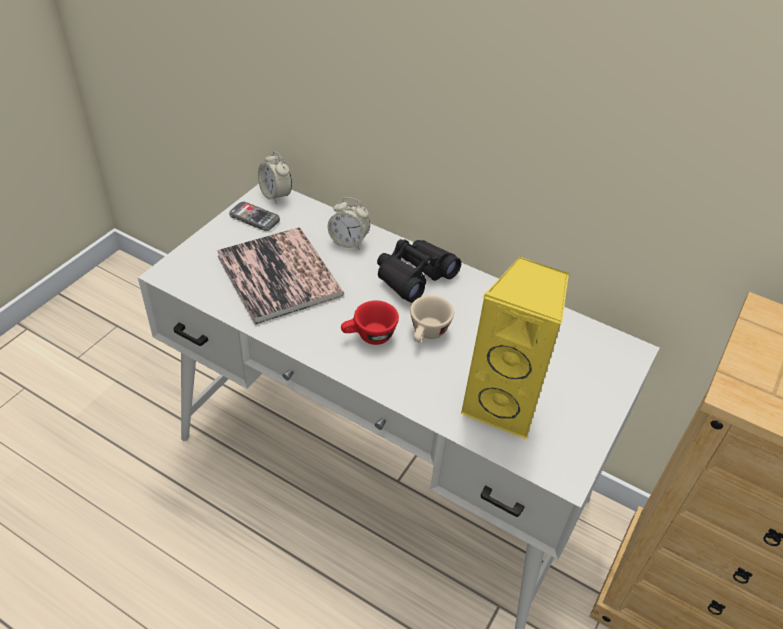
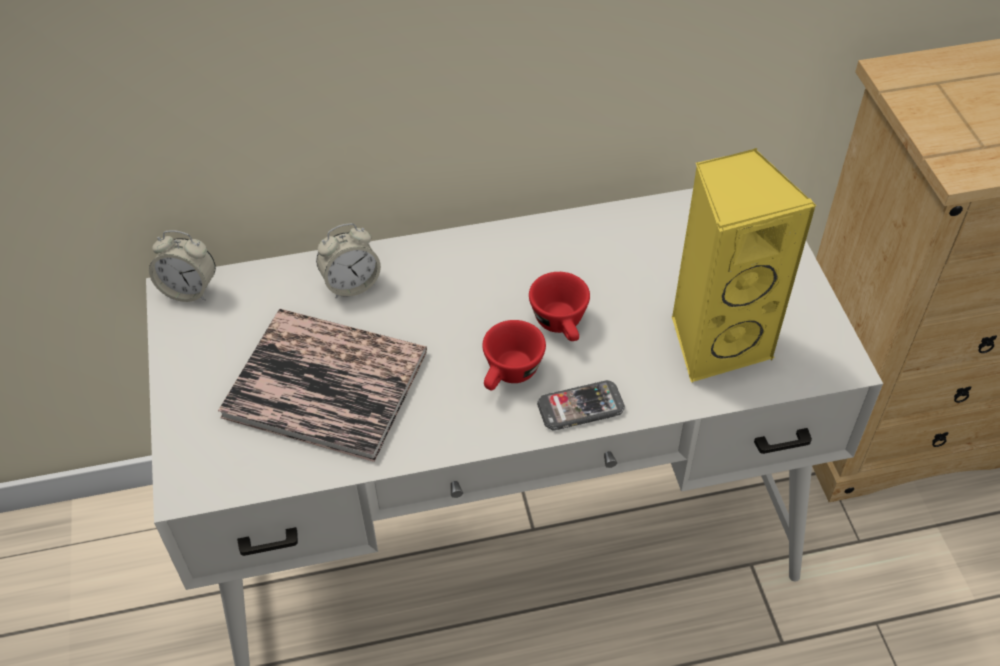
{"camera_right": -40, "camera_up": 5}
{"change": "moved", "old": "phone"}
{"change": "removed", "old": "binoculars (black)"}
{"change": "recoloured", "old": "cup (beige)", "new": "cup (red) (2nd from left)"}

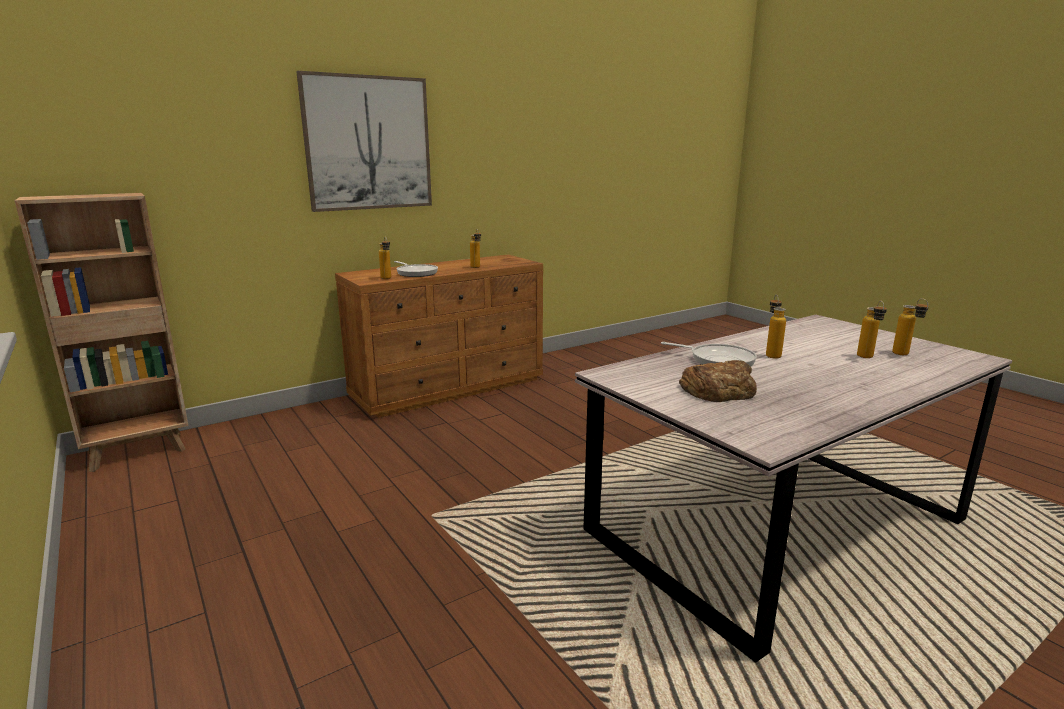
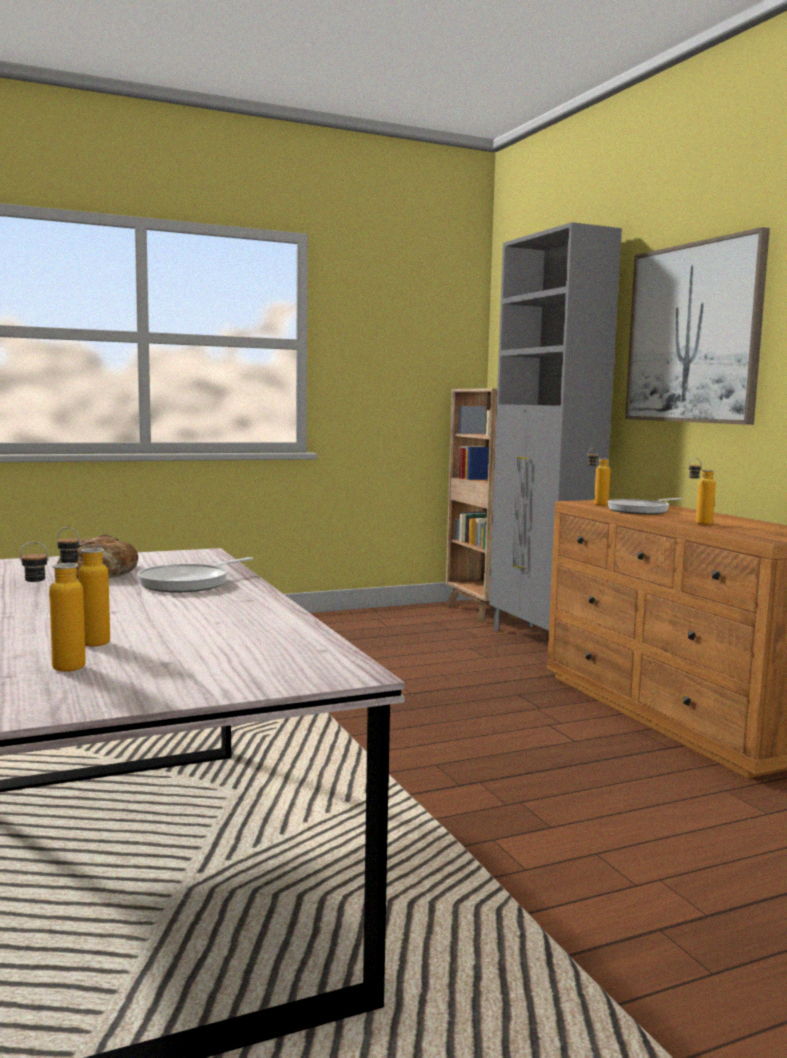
{"camera_right": 100, "camera_up": -10}
{"change": "removed", "old": "bottle (3rd from left)"}
{"change": "added", "new": "cabinet (grey)"}

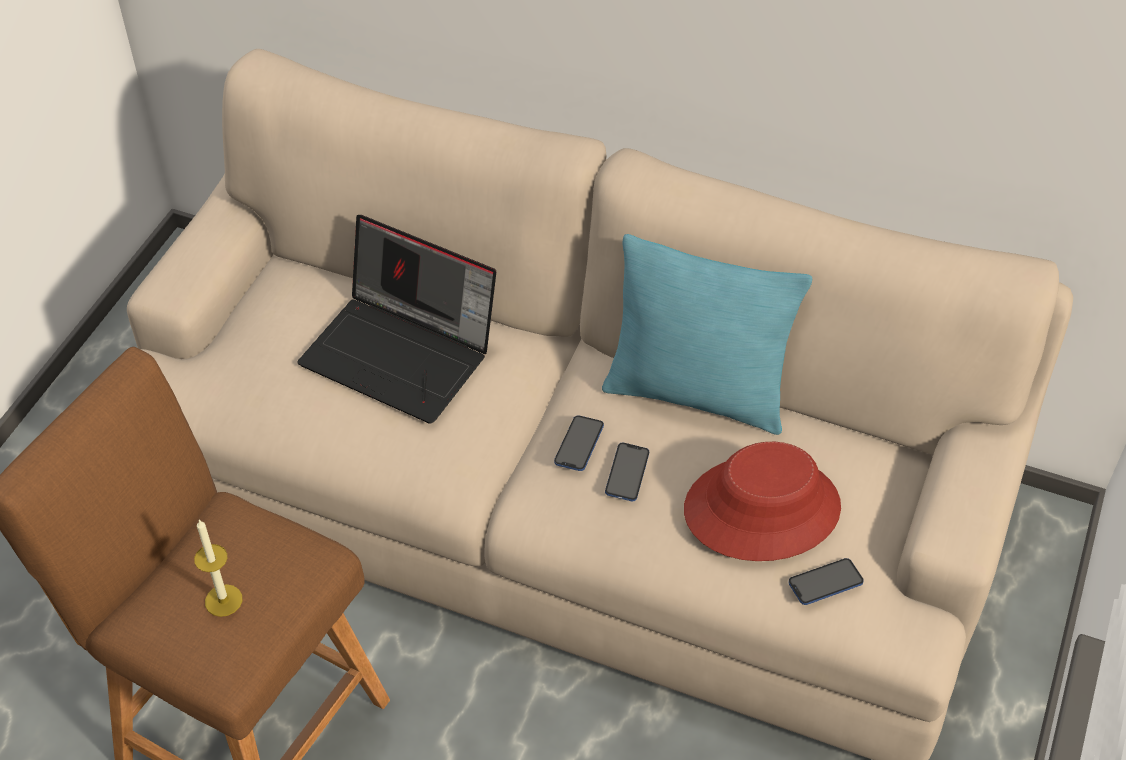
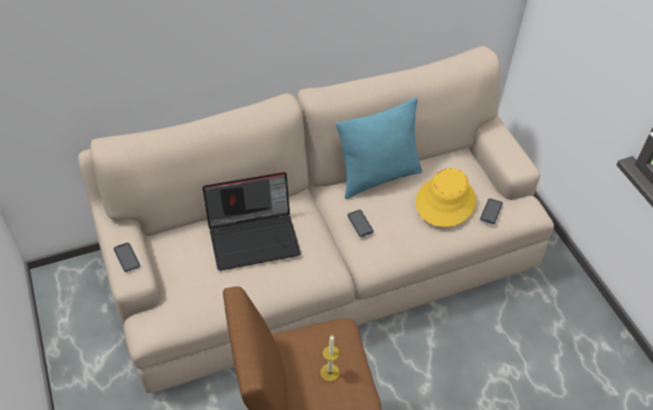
{"camera_right": -45, "camera_up": 0}
{"change": "moved", "old": "phone (2nd from left in the first image)", "new": "phone (1st from left)"}
{"change": "recoloured", "old": "hat (red)", "new": "hat (yellow)"}

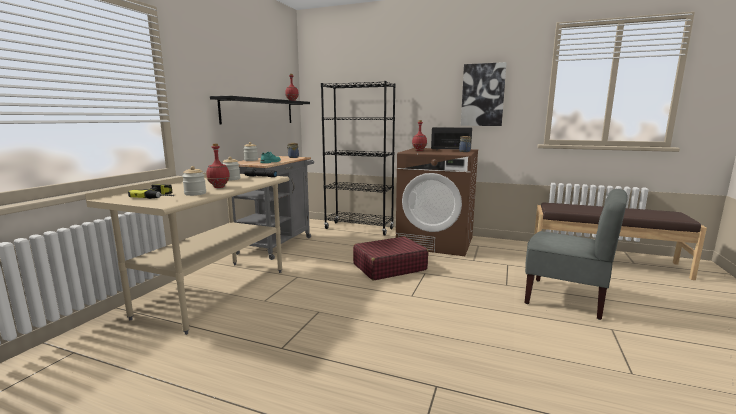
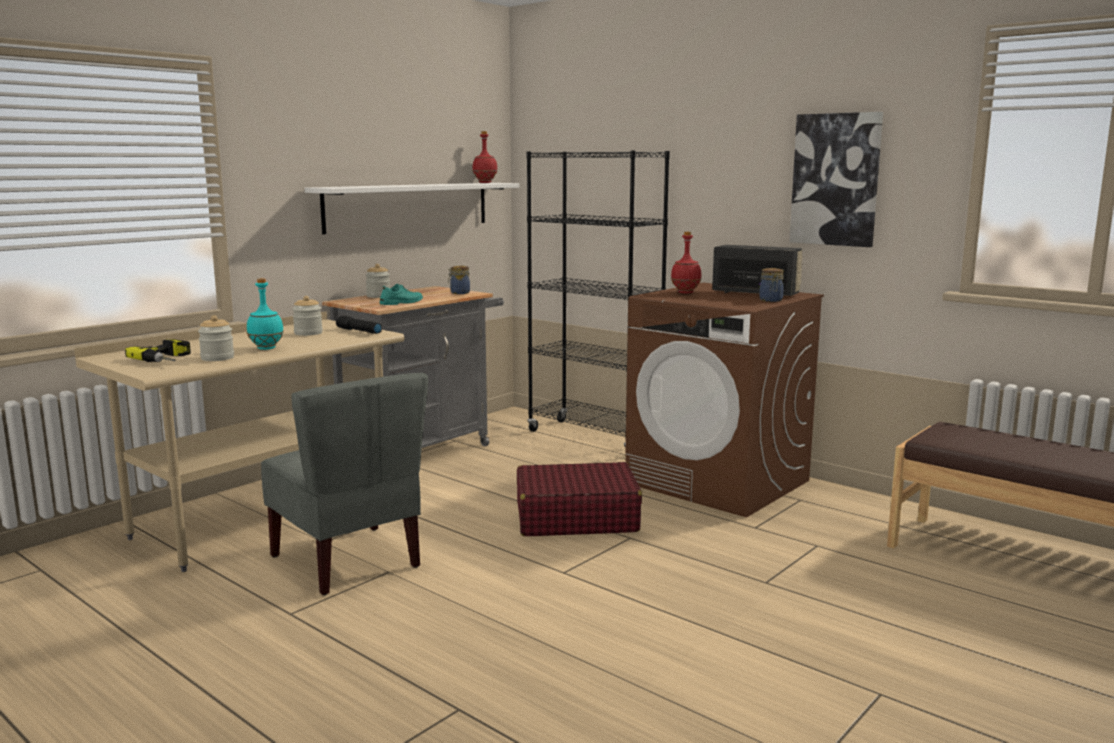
{"camera_right": 20, "camera_up": 0}
{"change": "recoloured", "old": "bottle (red) (1st from left)", "new": "bottle (turquoise)"}
{"change": "recoloured", "old": "shelf (black)", "new": "shelf (white)"}
{"change": "moved", "old": "chair (grey)"}

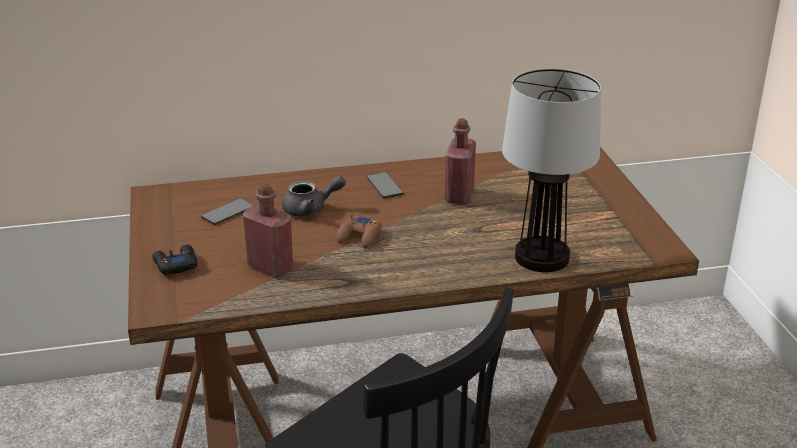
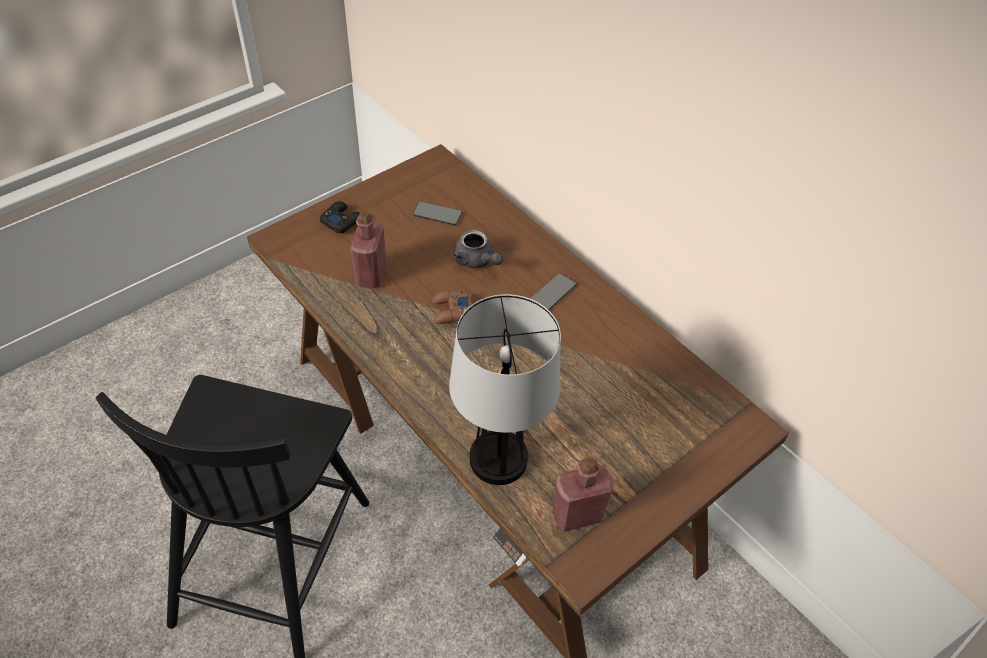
{"camera_right": 60, "camera_up": 20}
{"change": "moved", "old": "bottle (red) (2nd from left)"}

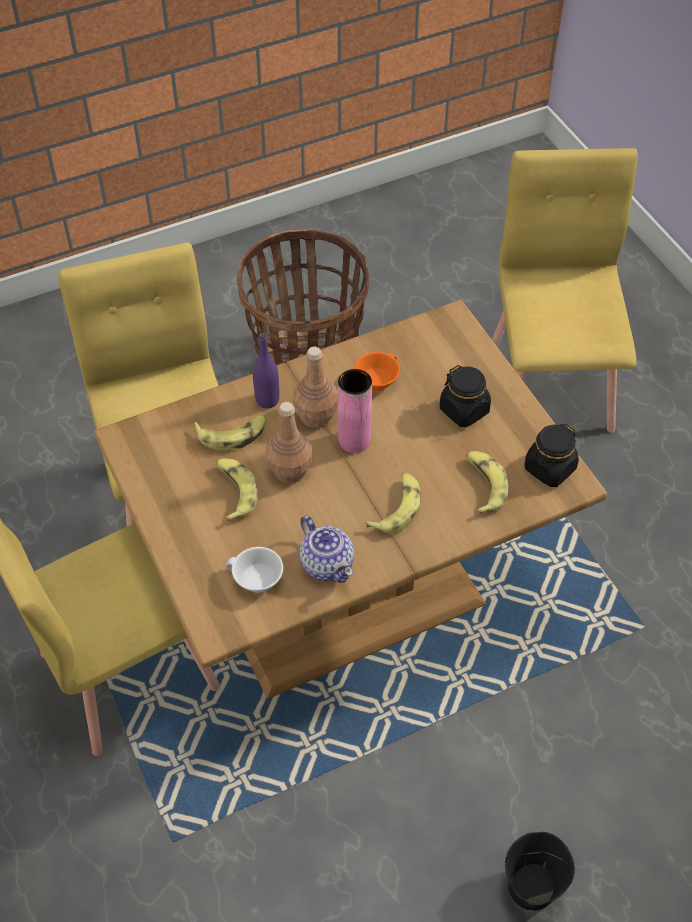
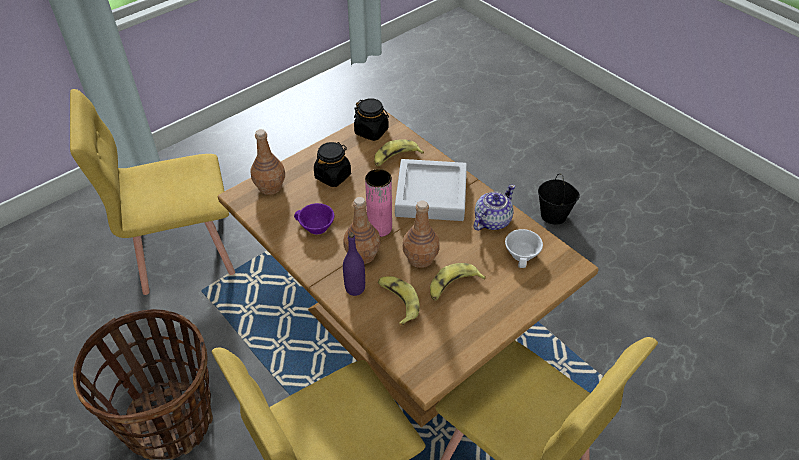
{"camera_right": -105, "camera_up": -5}
{"change": "recoloured", "old": "cup (orange)", "new": "cup (purple)"}
{"change": "replaced", "old": "banana (3rd from left)", "new": "tray (grey)"}
{"change": "added", "new": "bottle (brown) (1st from left)"}

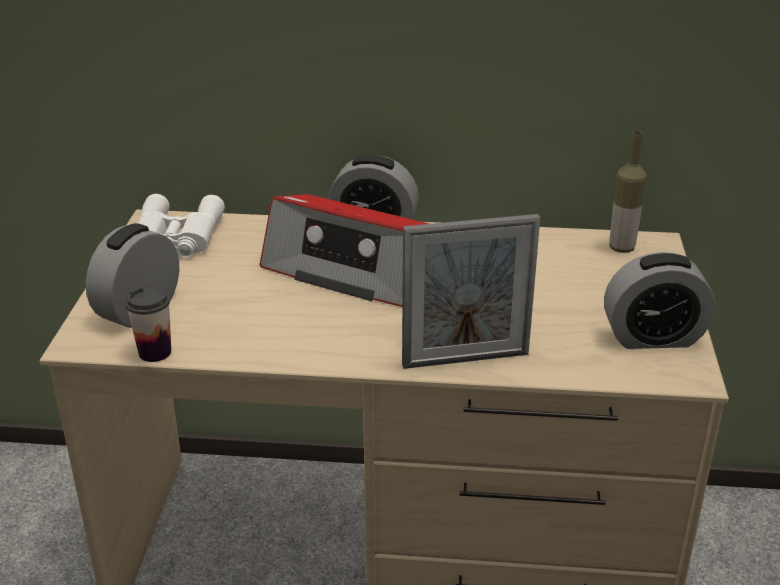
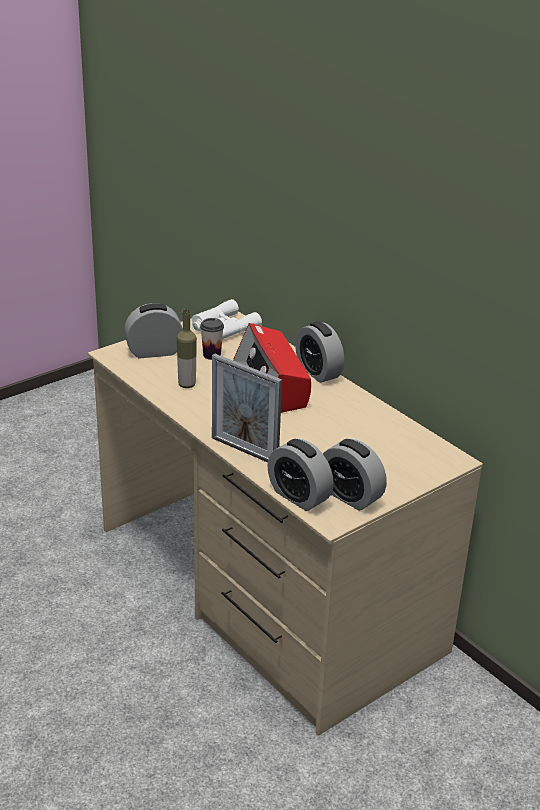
{"camera_right": 45, "camera_up": 0}
{"change": "moved", "old": "cup"}
{"change": "moved", "old": "bottle"}
{"change": "added", "new": "alarm clock (2nd from left)"}

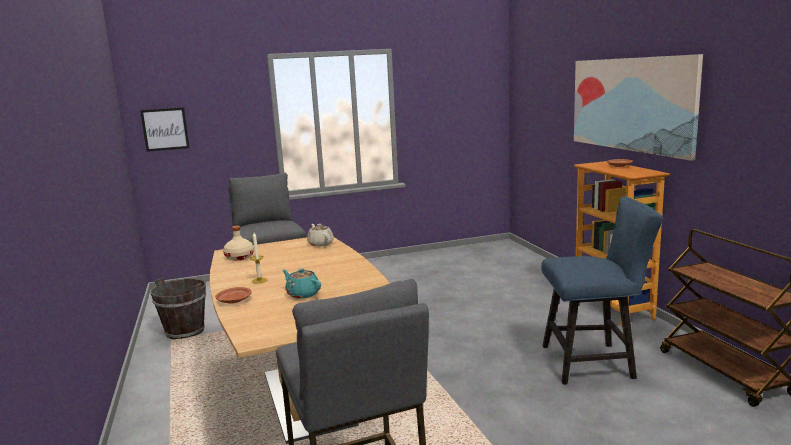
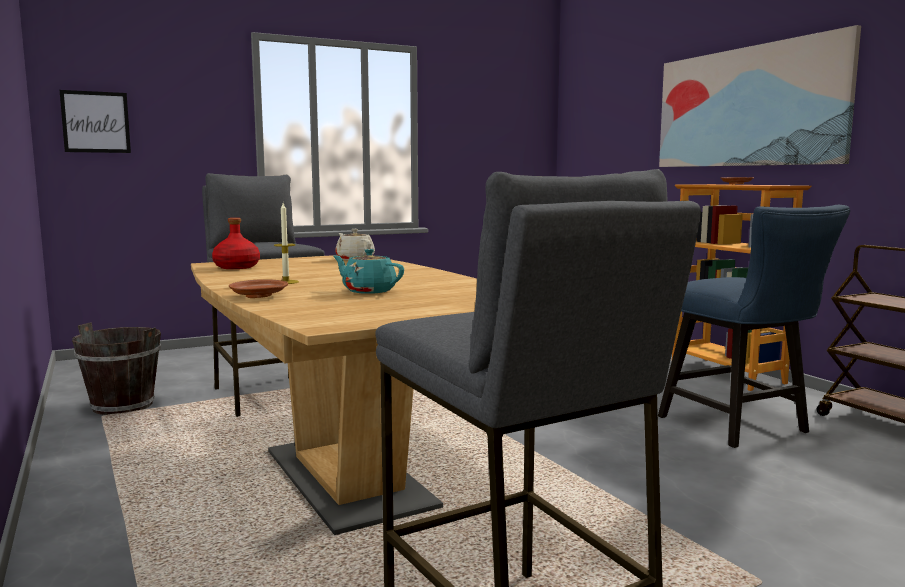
{"camera_right": -10, "camera_up": -5}
{"change": "recoloured", "old": "bottle (beige)", "new": "bottle (red)"}
{"change": "turned", "old": "chair (blue)", "degrees": 75}

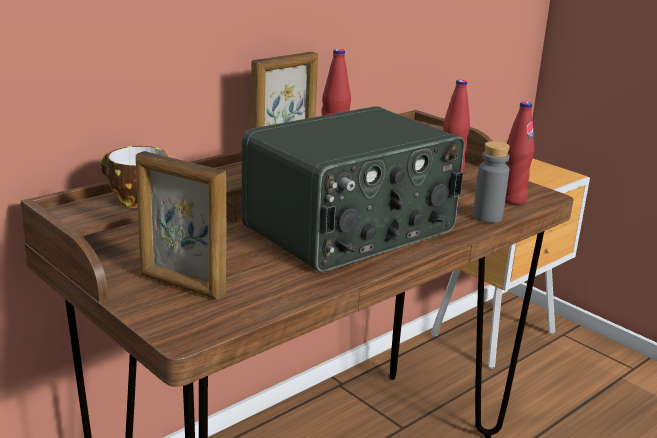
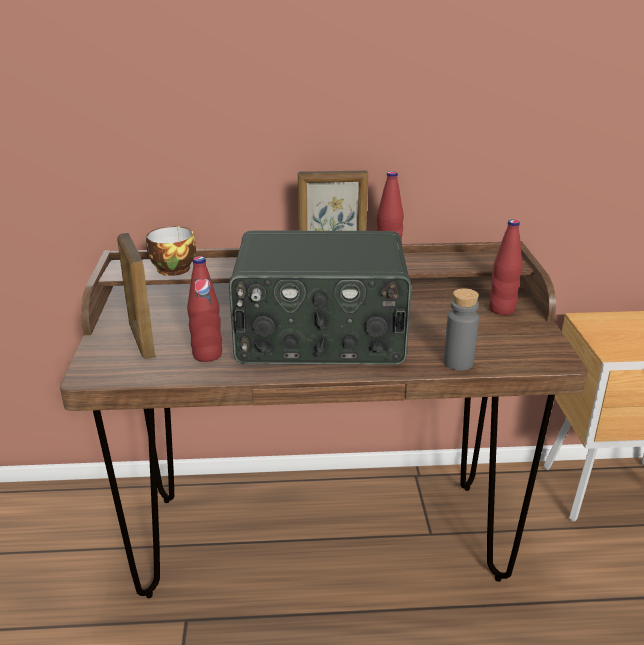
{"camera_right": 40, "camera_up": 5}
{"change": "moved", "old": "bottle (red) (3rd from left in the first image)", "new": "bottle (red) (1st from left)"}

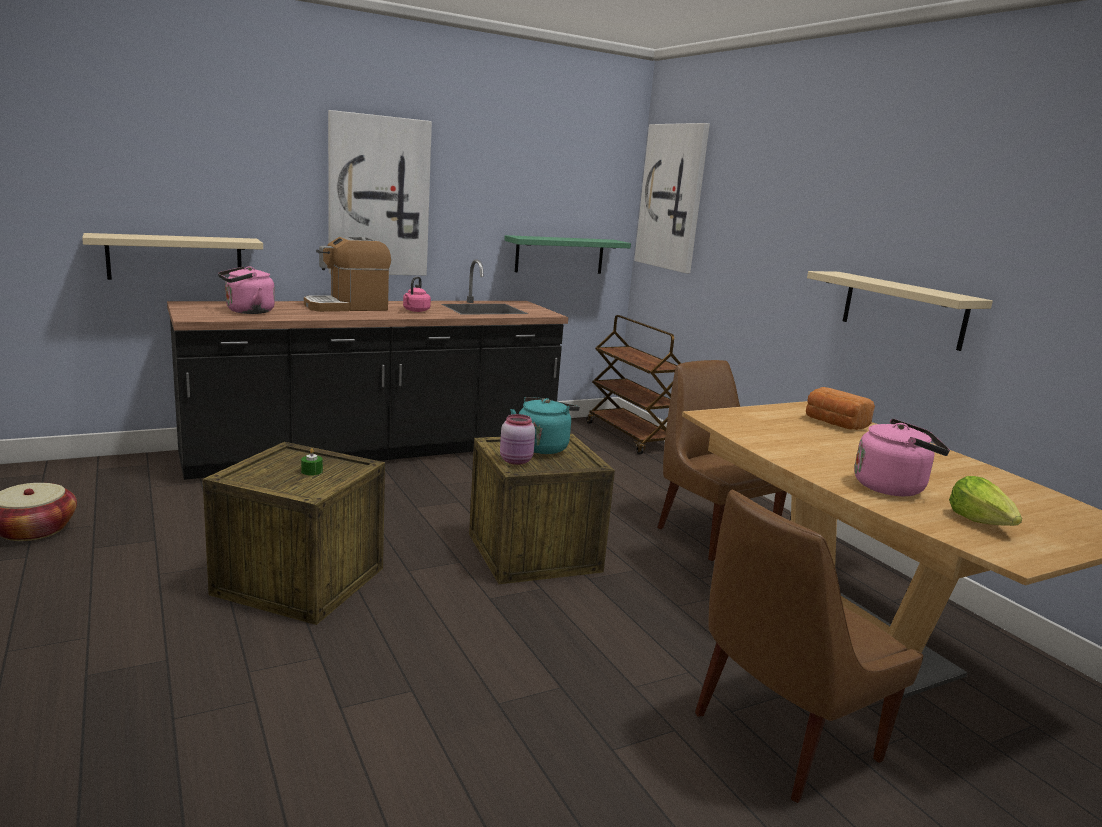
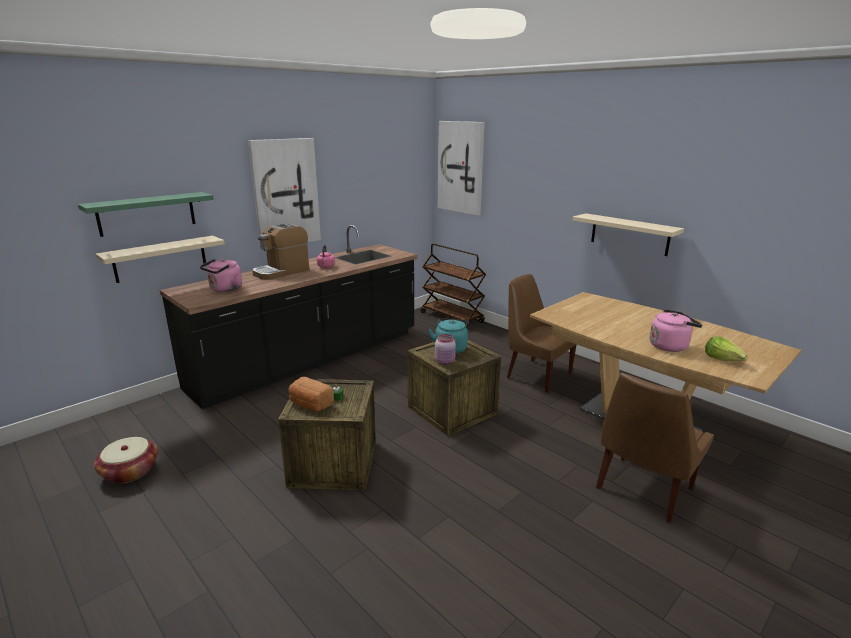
{"camera_right": -15, "camera_up": 5}
{"change": "moved", "old": "shelf (green)"}
{"change": "moved", "old": "bread"}

